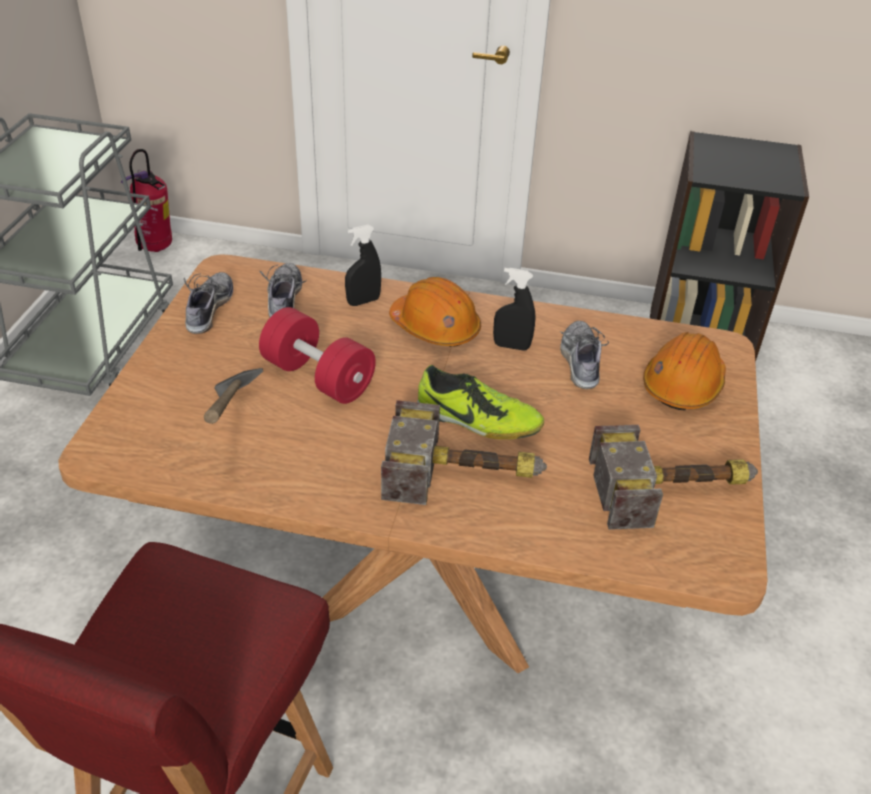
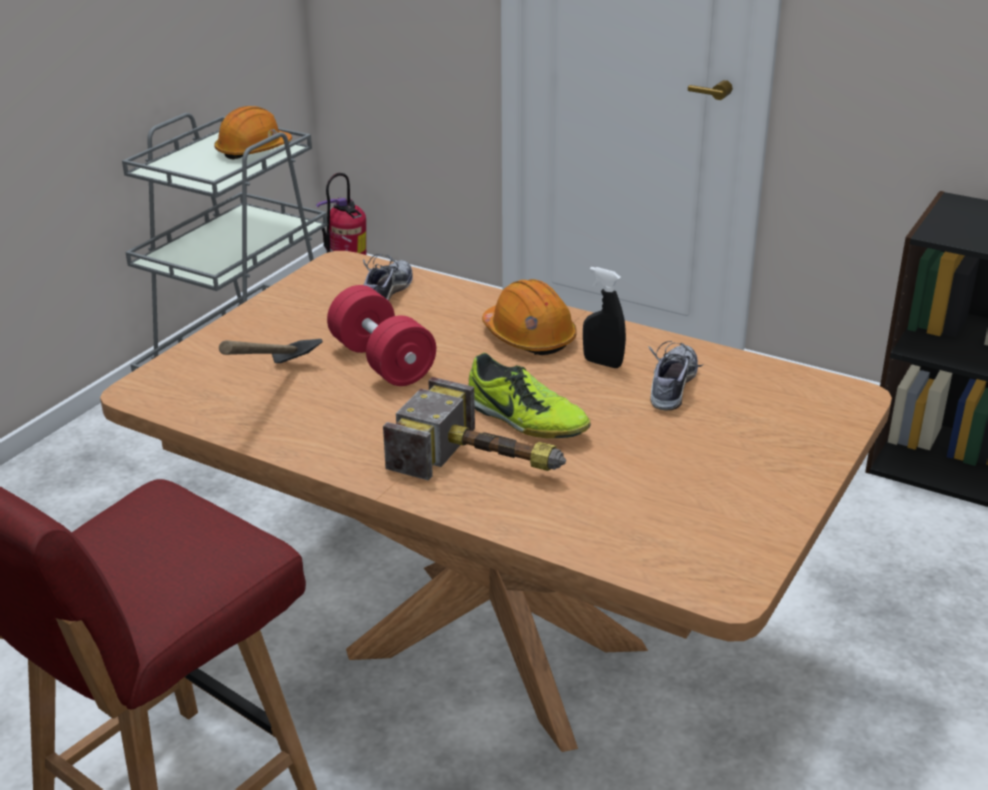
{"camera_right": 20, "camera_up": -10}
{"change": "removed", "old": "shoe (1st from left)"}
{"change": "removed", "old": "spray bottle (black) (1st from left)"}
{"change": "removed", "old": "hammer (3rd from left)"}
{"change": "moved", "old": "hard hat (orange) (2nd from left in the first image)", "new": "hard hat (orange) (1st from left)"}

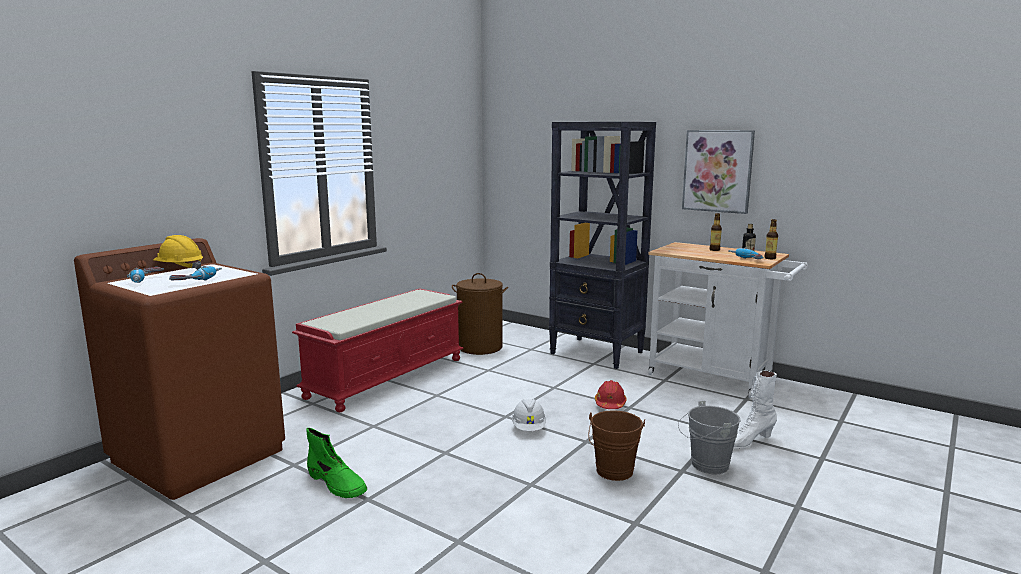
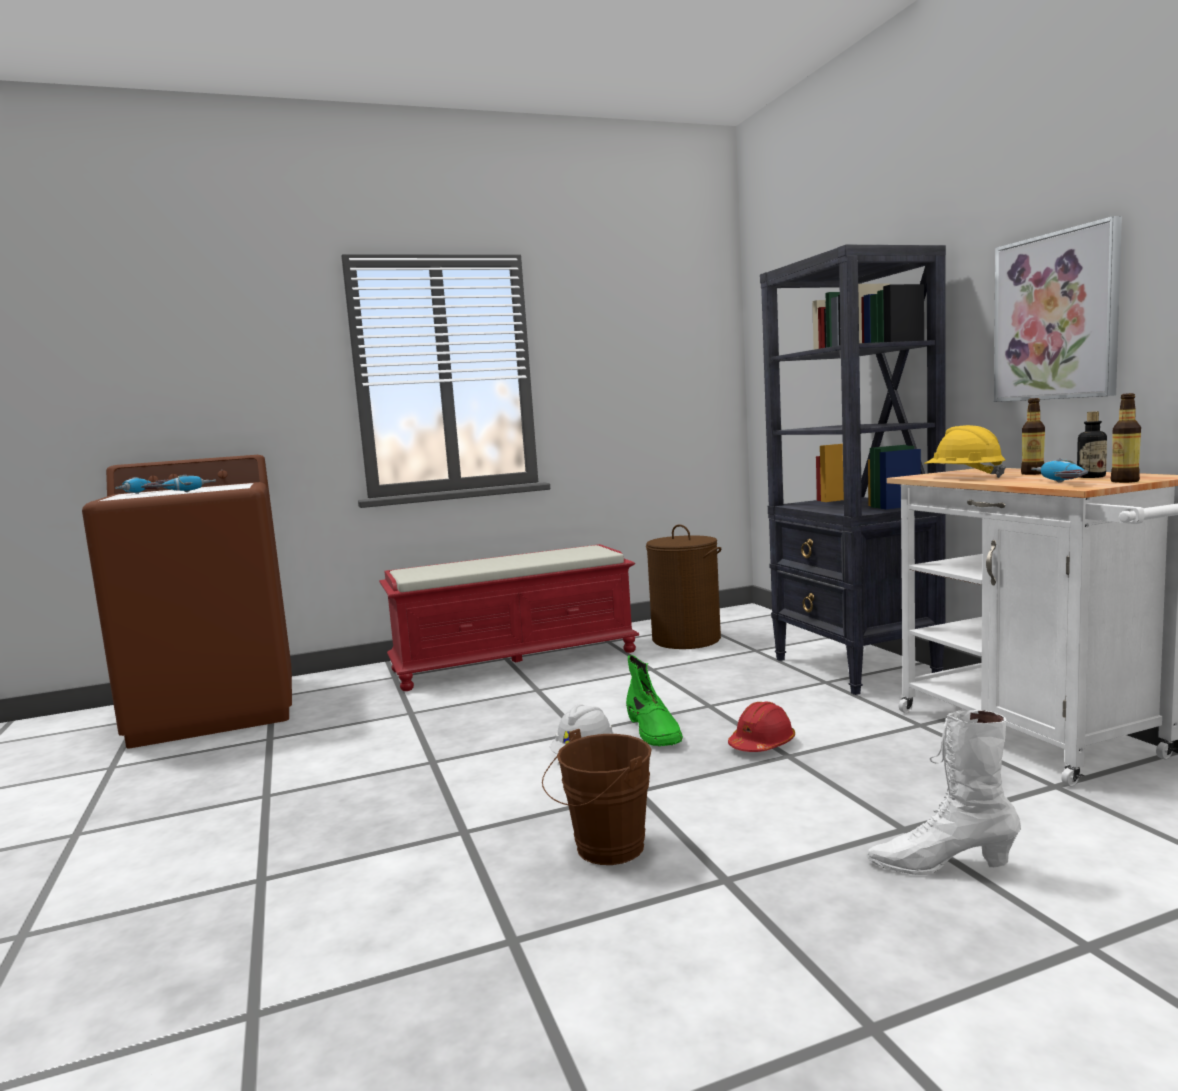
{"camera_right": 35, "camera_up": -5}
{"change": "moved", "old": "hard hat (yellow)"}
{"change": "moved", "old": "boot (green)"}
{"change": "removed", "old": "bucket (grey)"}

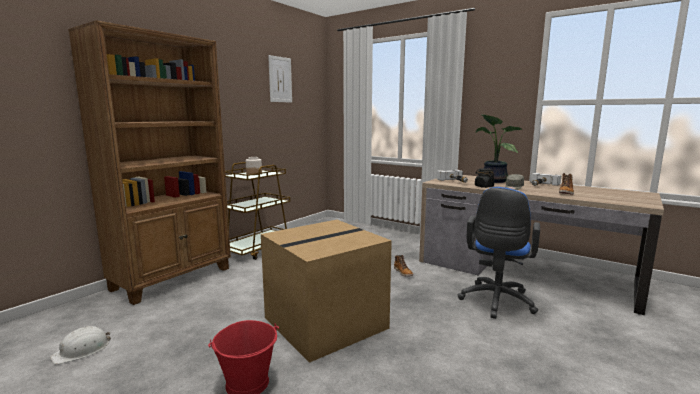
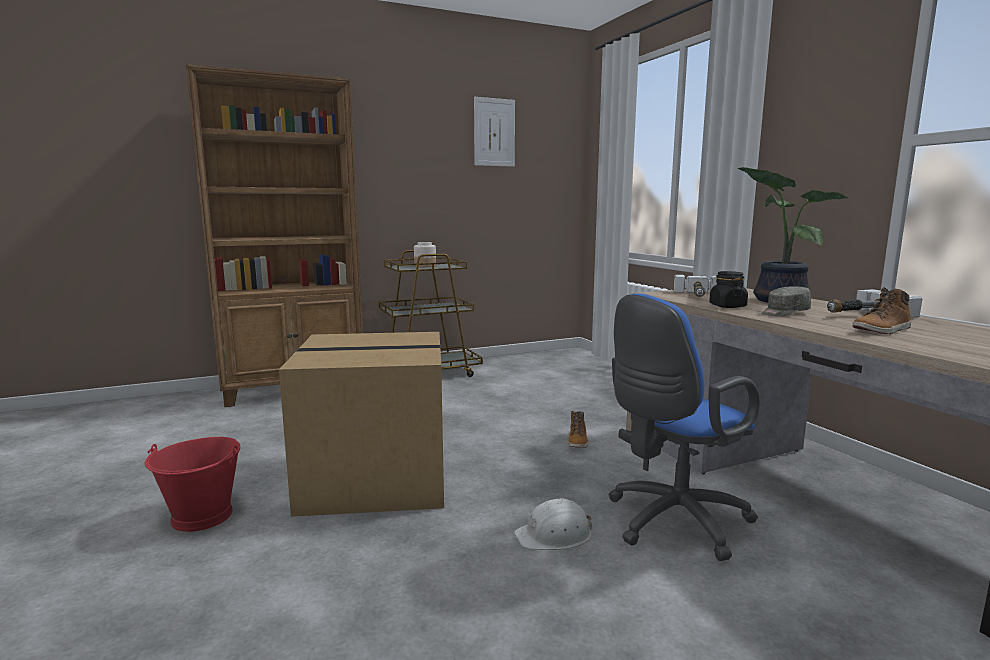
{"camera_right": 30, "camera_up": 0}
{"change": "moved", "old": "hard hat (white)"}

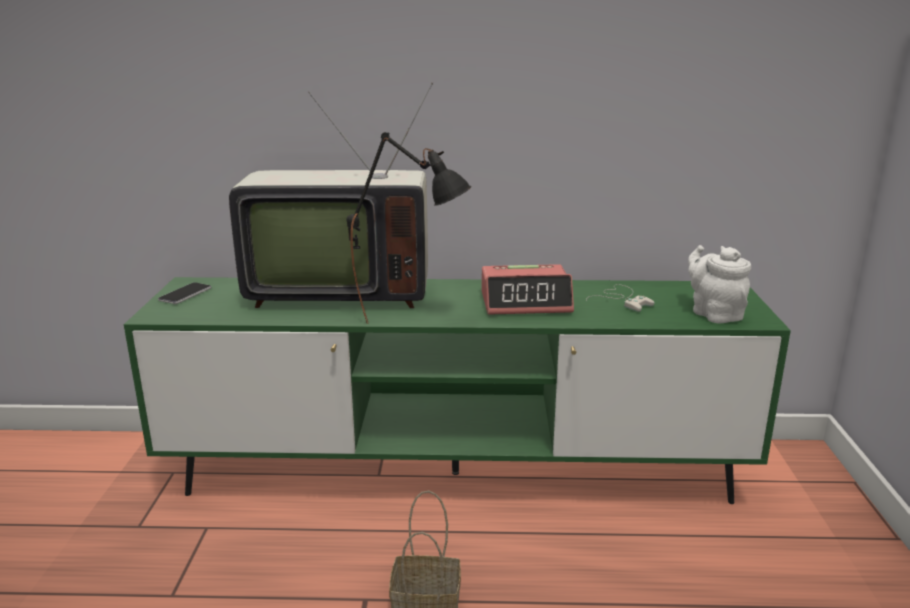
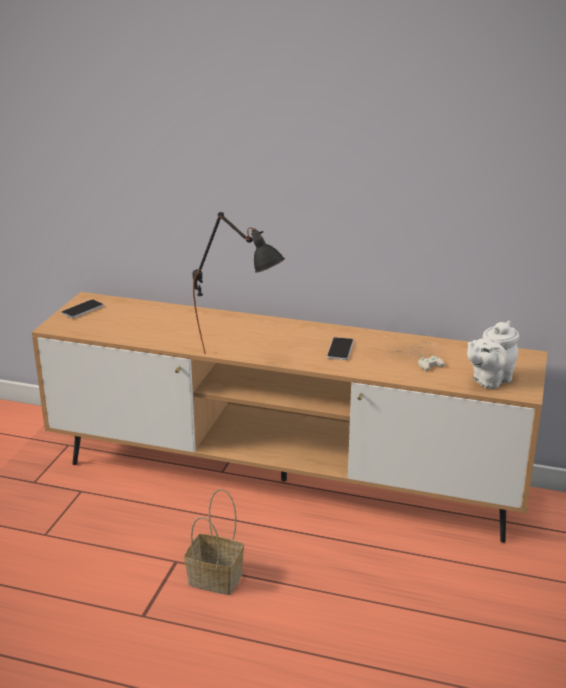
{"camera_right": 15, "camera_up": 5}
{"change": "recoloured", "old": "tv stand (green)", "new": "tv stand (brown)"}
{"change": "removed", "old": "television"}
{"change": "replaced", "old": "alarm clock", "new": "phone (2nd from left)"}
{"change": "turned", "old": "teapot (white)", "degrees": -120}

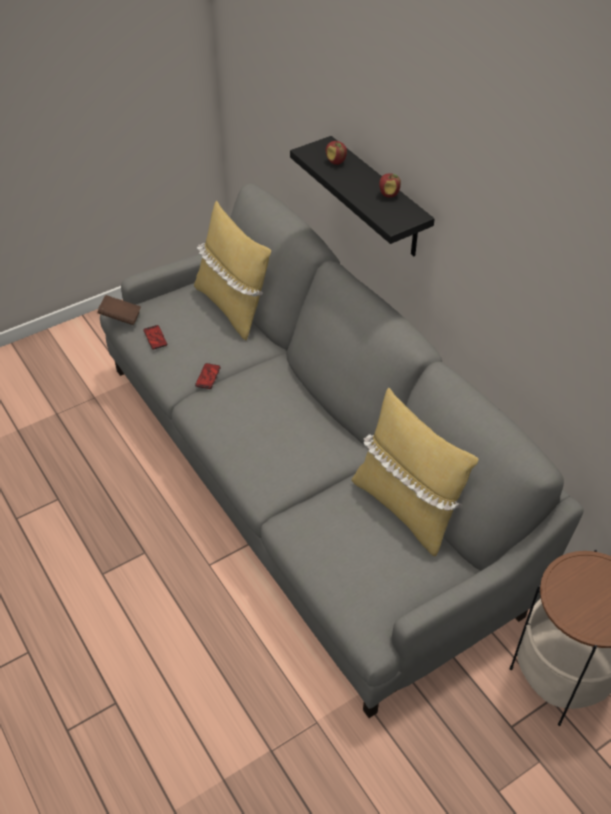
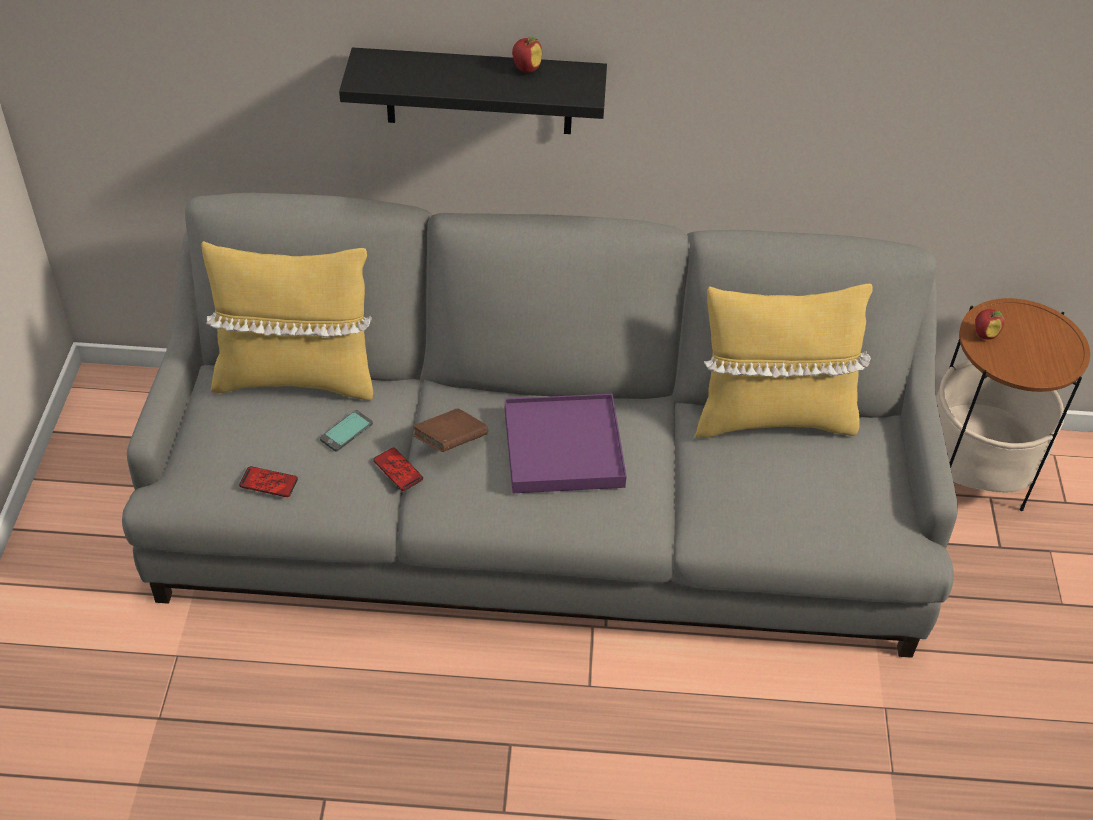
{"camera_right": -55, "camera_up": 0}
{"change": "moved", "old": "book (brown)"}
{"change": "moved", "old": "apple (1st from left in the first image)", "new": "apple (2nd from left)"}
{"change": "added", "new": "phone (2nd from left)"}
{"change": "added", "new": "tray (purple)"}

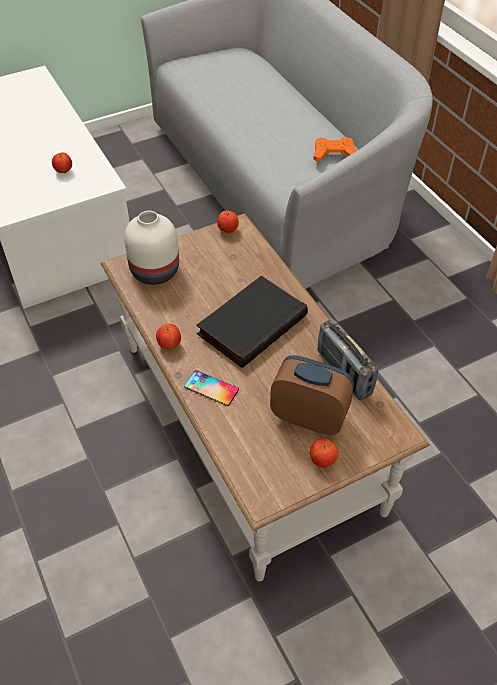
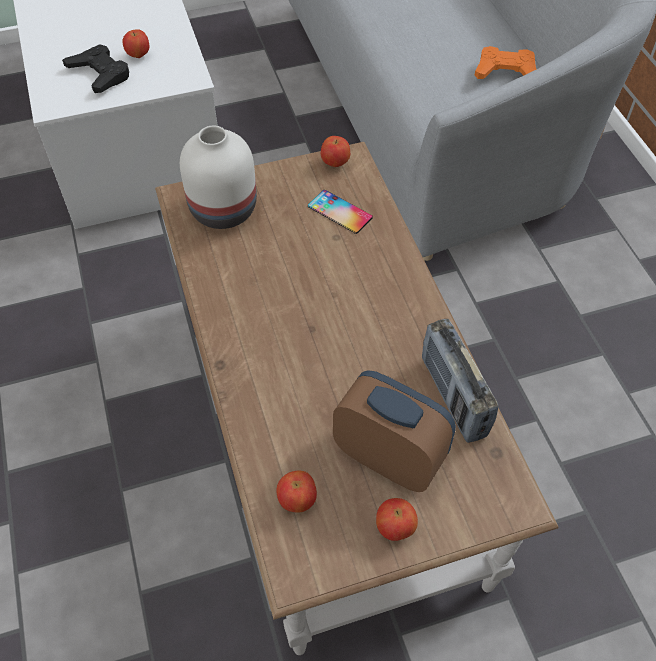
{"camera_right": 10, "camera_up": 5}
{"change": "moved", "old": "apple (2nd from left)"}
{"change": "moved", "old": "phone"}
{"change": "removed", "old": "book (black)"}
{"change": "added", "new": "game controller (black)"}

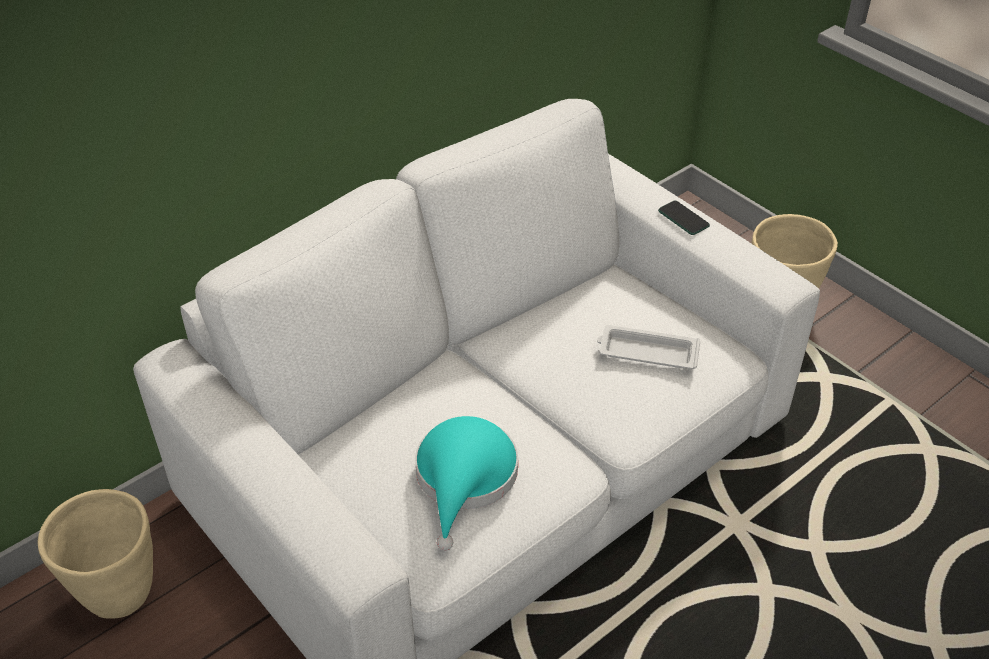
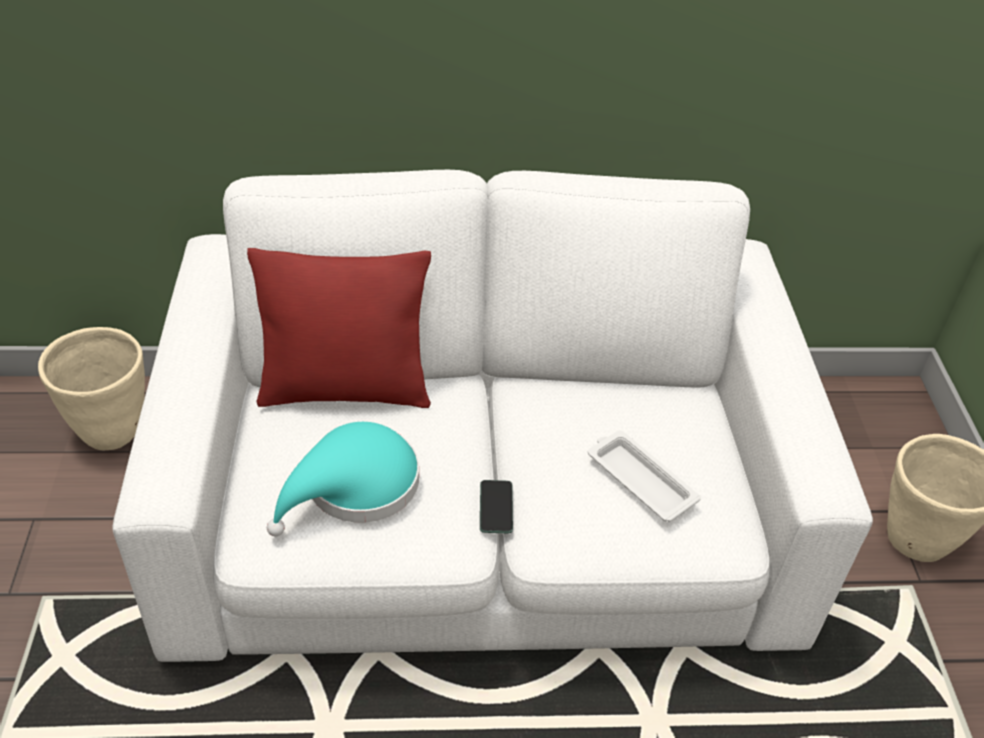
{"camera_right": 35, "camera_up": 0}
{"change": "moved", "old": "phone"}
{"change": "added", "new": "pillow (red)"}

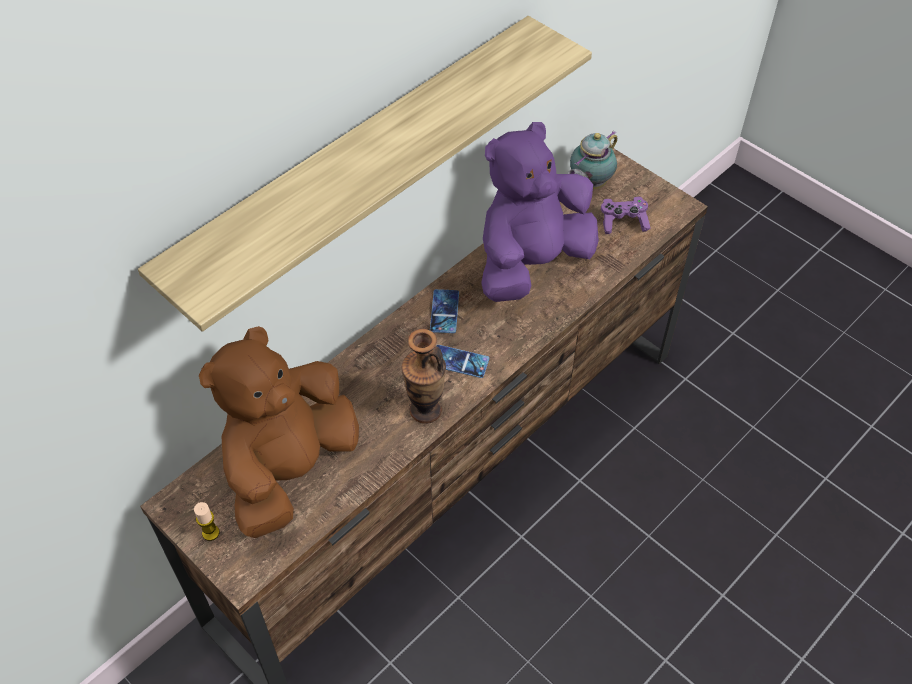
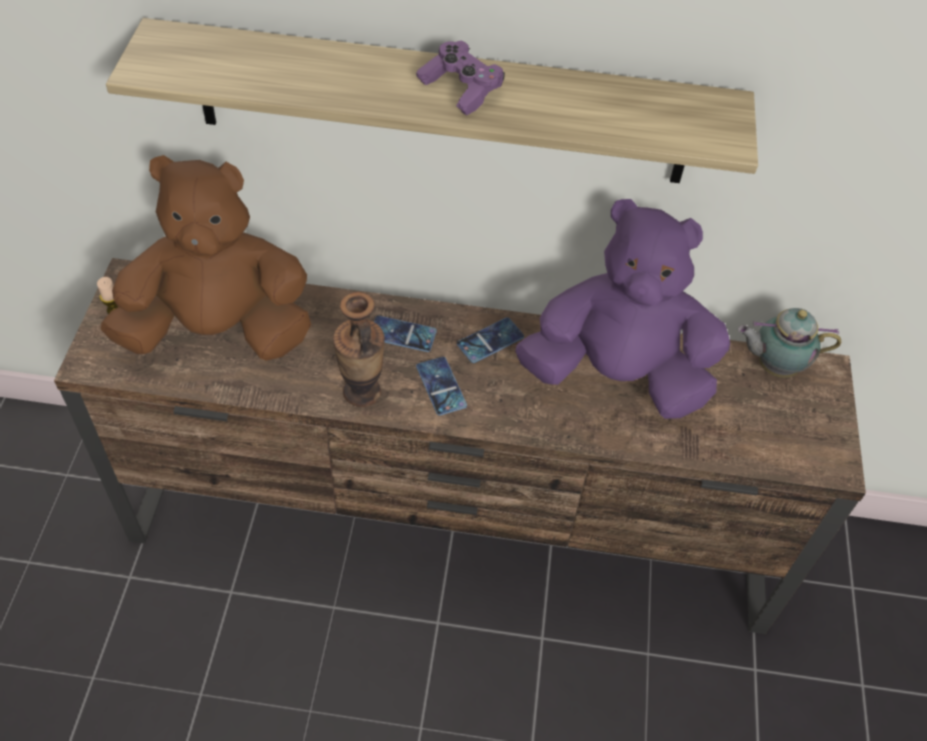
{"camera_right": 50, "camera_up": 0}
{"change": "moved", "old": "game controller (purple)"}
{"change": "added", "new": "phone (1st from left)"}

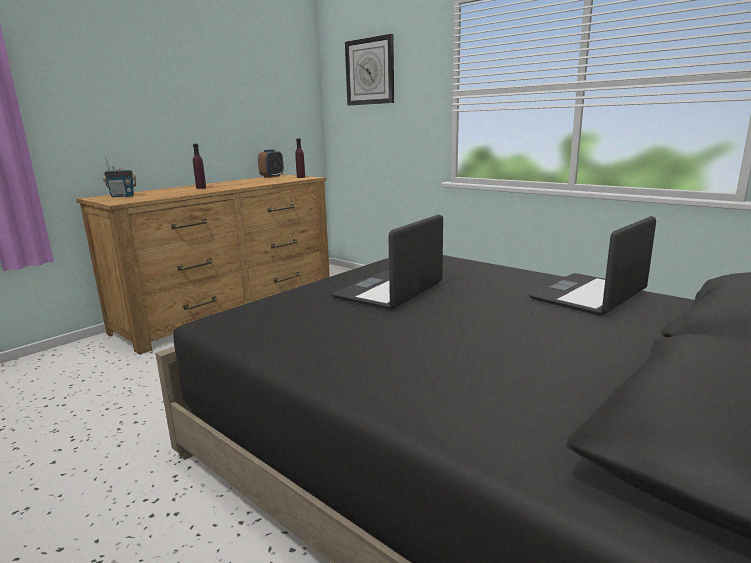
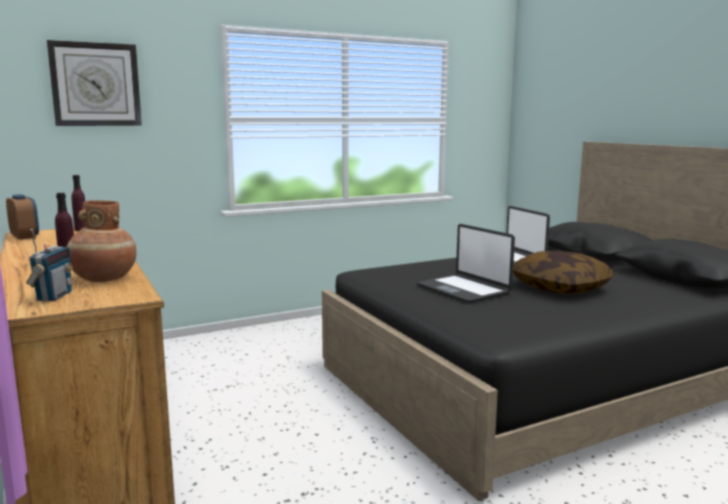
{"camera_right": -70, "camera_up": -5}
{"change": "added", "new": "vase (brown)"}
{"change": "added", "new": "pillow"}

